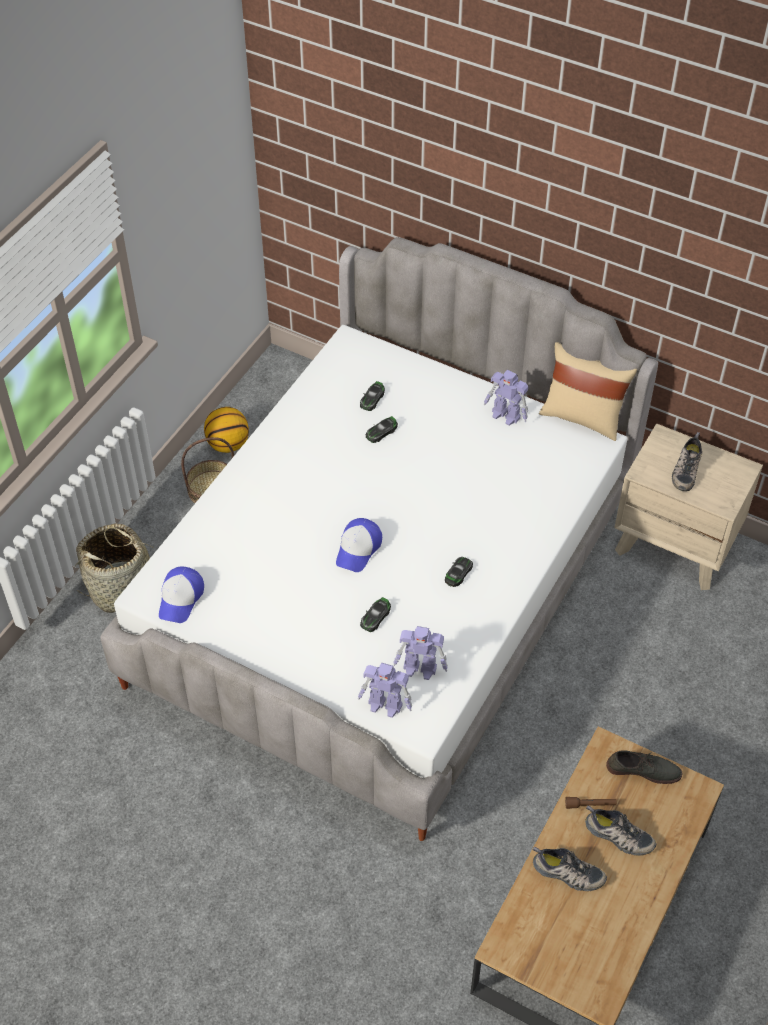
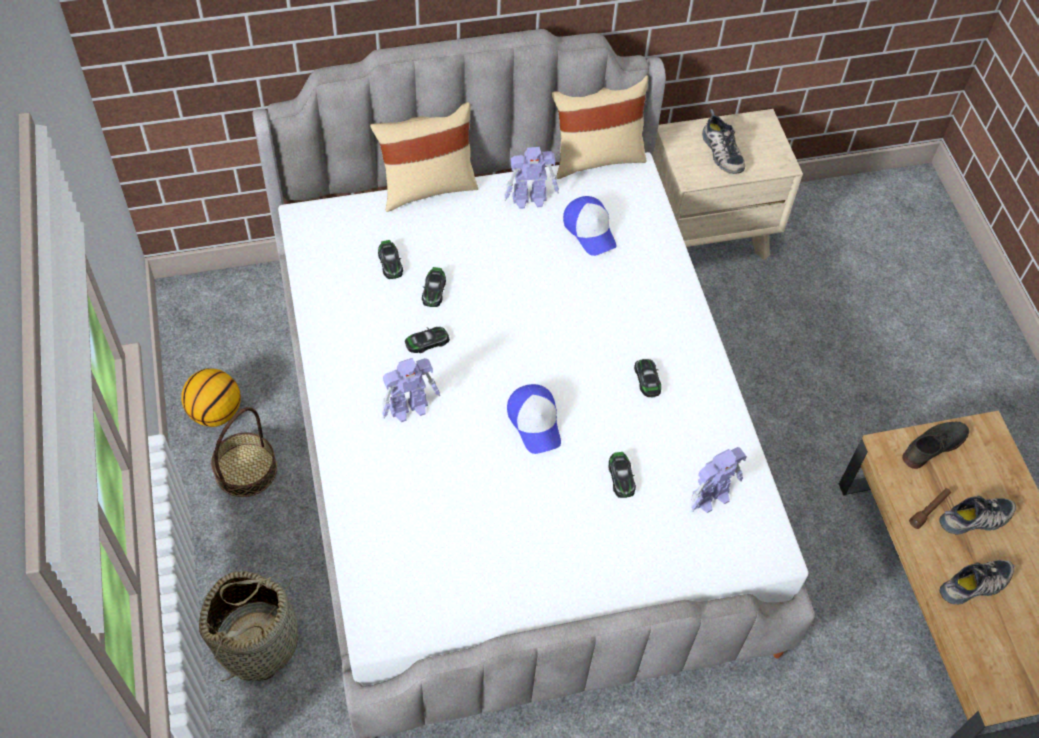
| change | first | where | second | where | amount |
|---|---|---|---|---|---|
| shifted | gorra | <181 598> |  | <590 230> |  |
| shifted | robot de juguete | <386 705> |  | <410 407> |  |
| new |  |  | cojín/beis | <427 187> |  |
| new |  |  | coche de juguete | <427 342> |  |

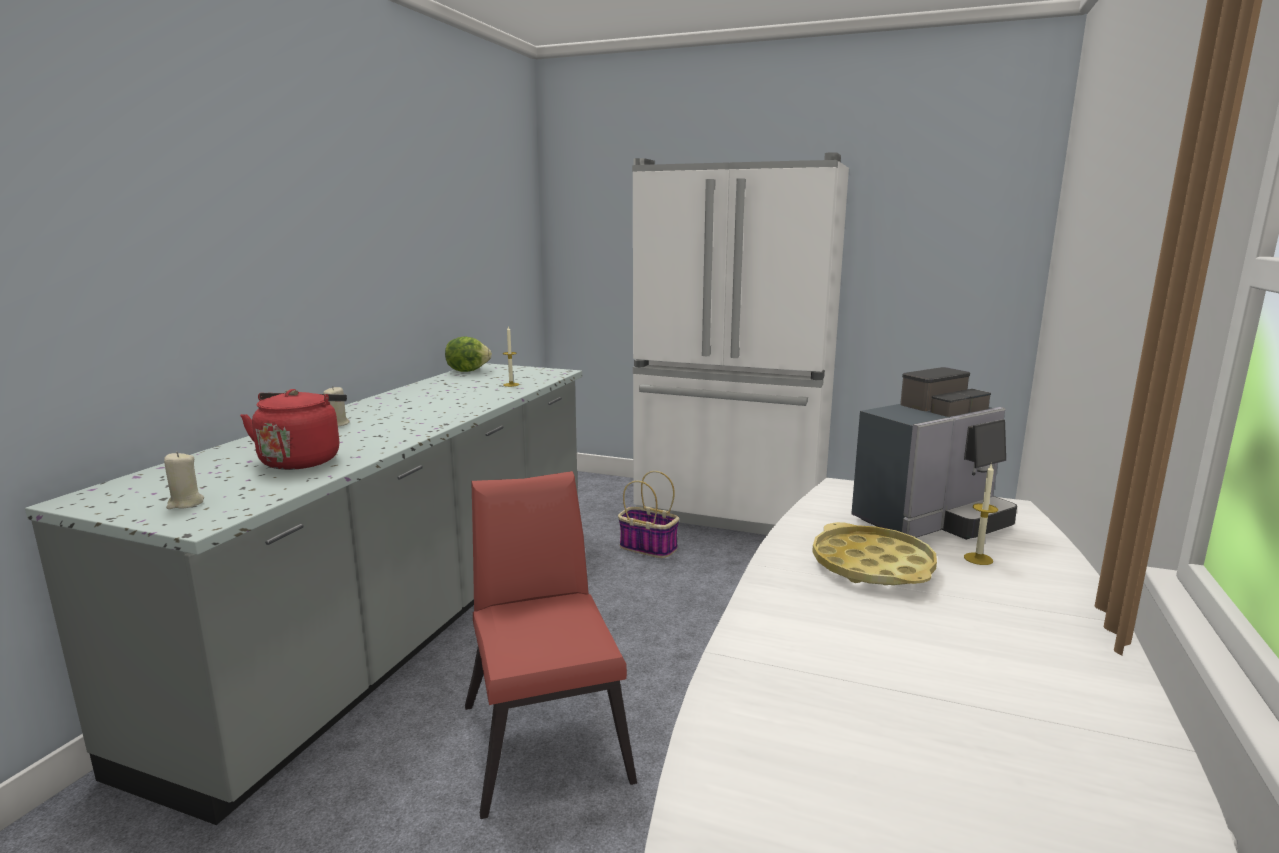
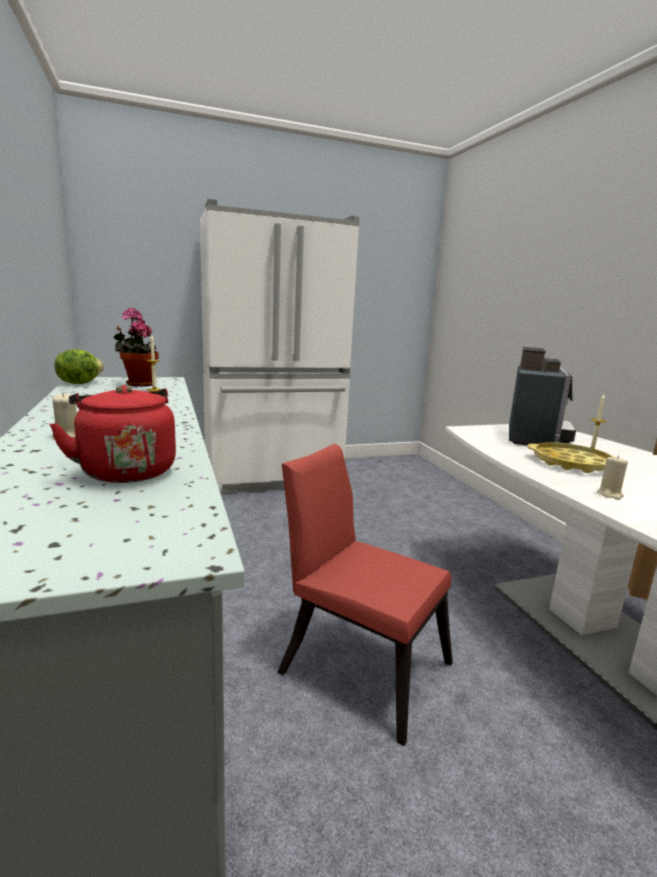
| change | first | where | second | where | amount |
|---|---|---|---|---|---|
| shifted | vela/beis | <185 503> |  | <610 494> |  |
| gone | cesta | <647 547> |  |  |  |
| new |  |  | planta en maceta | <138 384> |  |

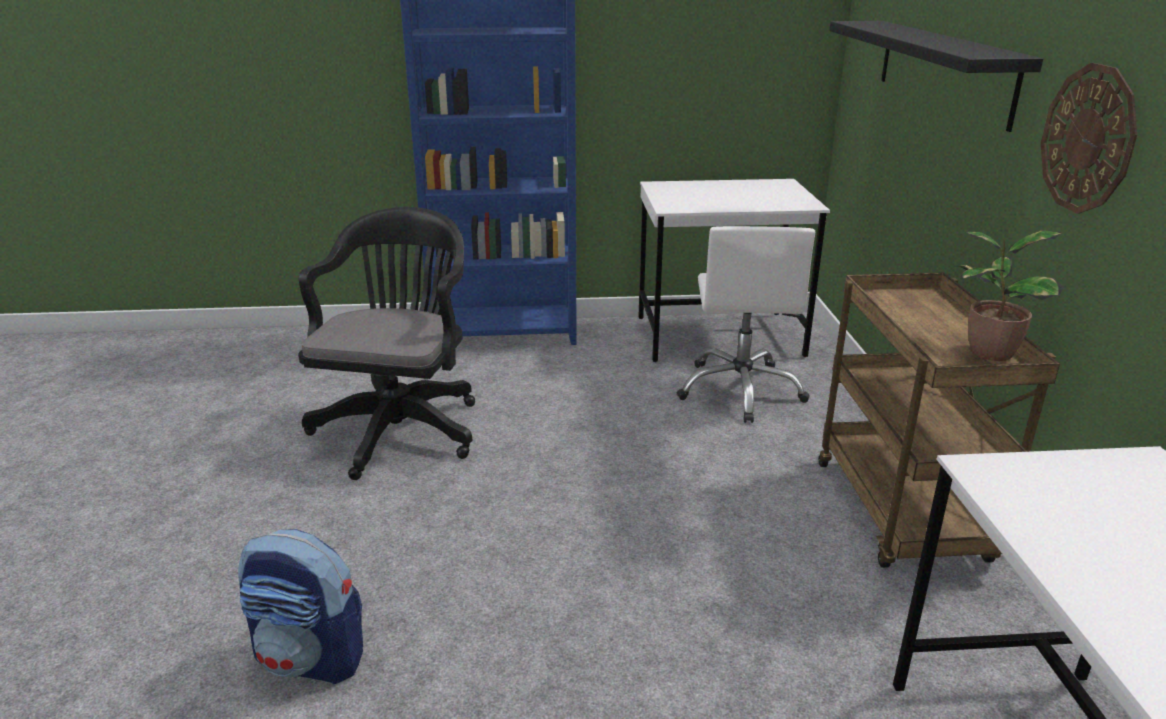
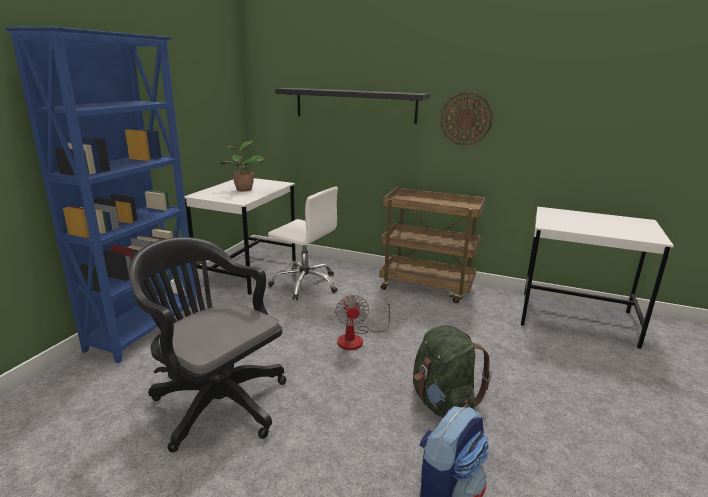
| change | first | where | second | where | amount |
|---|---|---|---|---|---|
| shifted | planta en maceta | <987 352> |  | <243 189> |  |
| new |  |  | ventilador | <357 338> |  |
| new |  |  | mochila/verde | <443 403> |  |

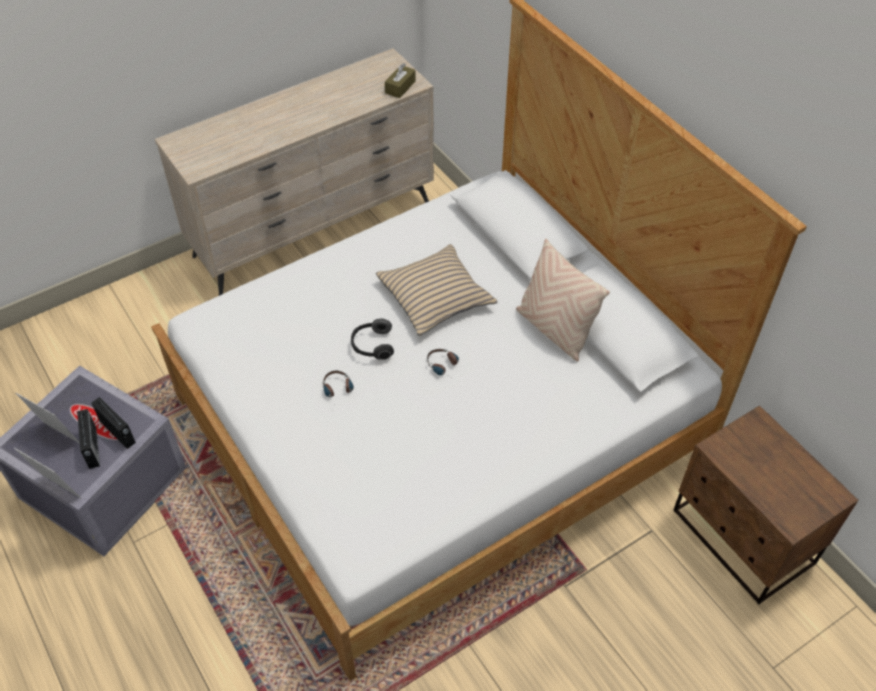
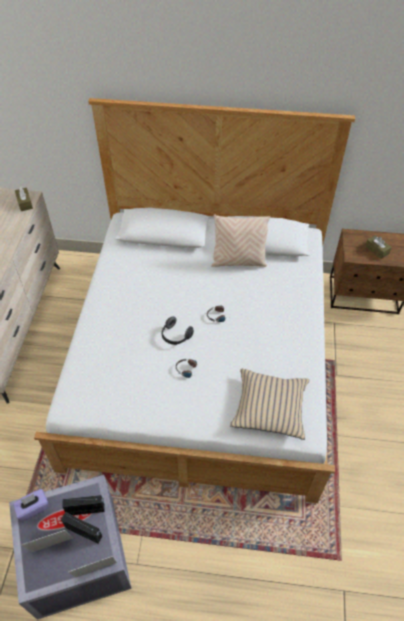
| change | first | where | second | where | amount |
|---|---|---|---|---|---|
| shifted | cojín/beis | <435 297> |  | <270 407> |  |
| new |  |  | caja de pañuelos/morado | <33 508> |  |
| new |  |  | caja de pañuelos/marrón | <377 250> |  |

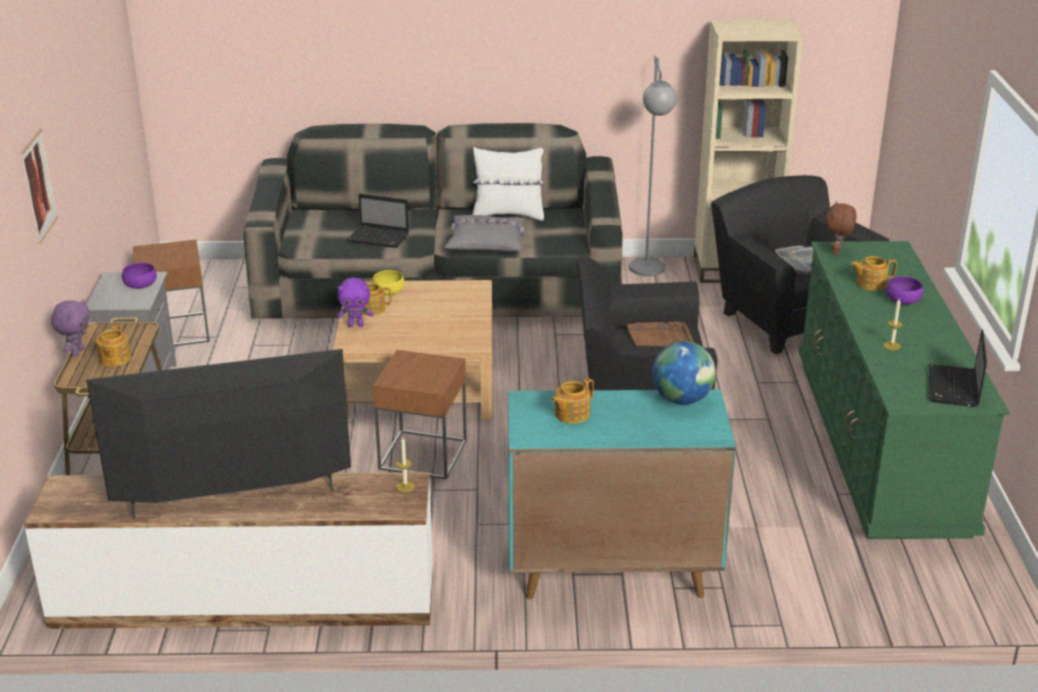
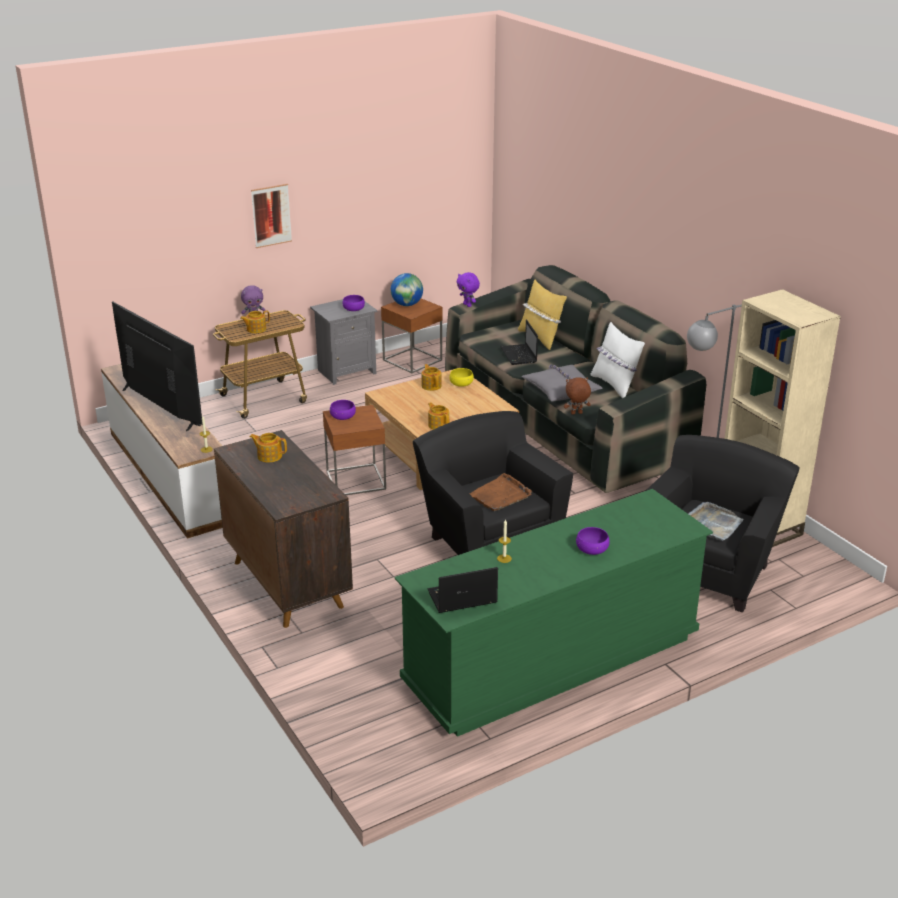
| change | first | where | second | where | amount |
|---|---|---|---|---|---|
| shifted | peluche/morado | <356 325> |  | <468 305> |  |
| repainted | armario/turquesa | <610 570> | armario/marrón | <287 583> |  |
| shifted | globo terráqueo | <682 399> |  | <407 305> |  |
| shifted | peluche/marrón | <837 252> |  | <576 413> |  |
| shifted | tetera | <870 284> |  | <438 425> |  |
| new |  |  | cuenco/morado | <342 416> |  |
| new |  |  | cojín/amarillo | <540 338> |  |

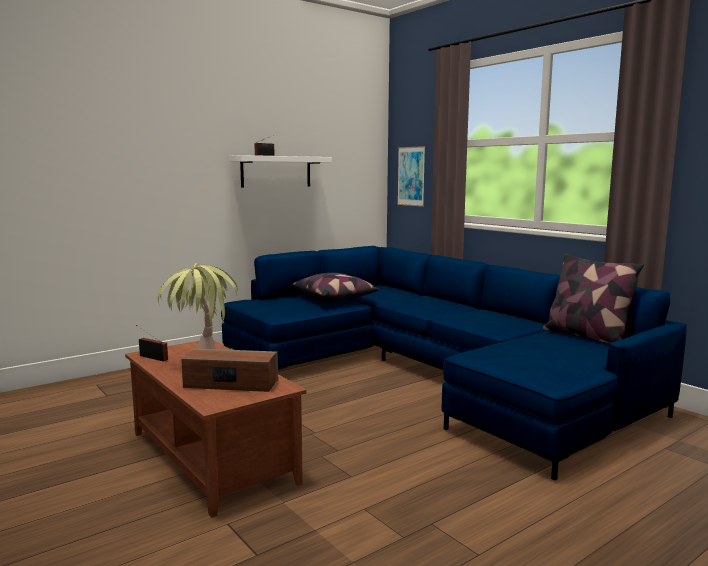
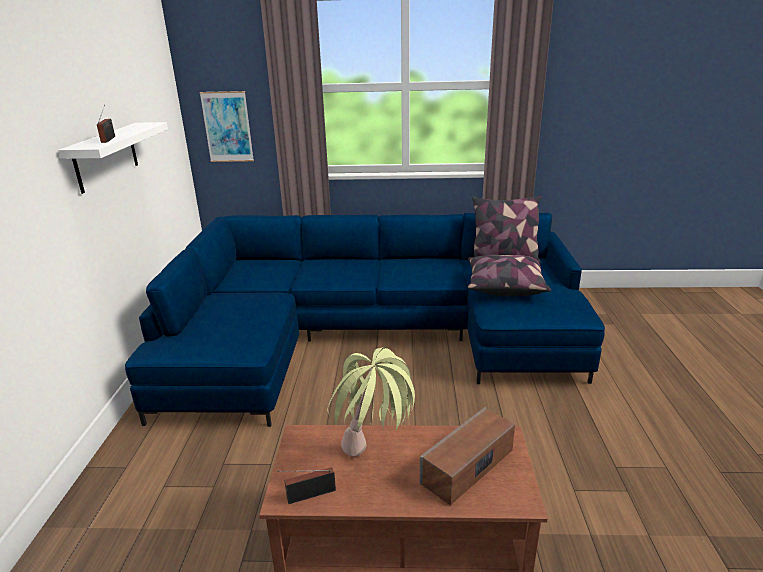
| change | first | where | second | where | amount |
|---|---|---|---|---|---|
| shifted | cojín | <335 299> |  | <504 286> |  |

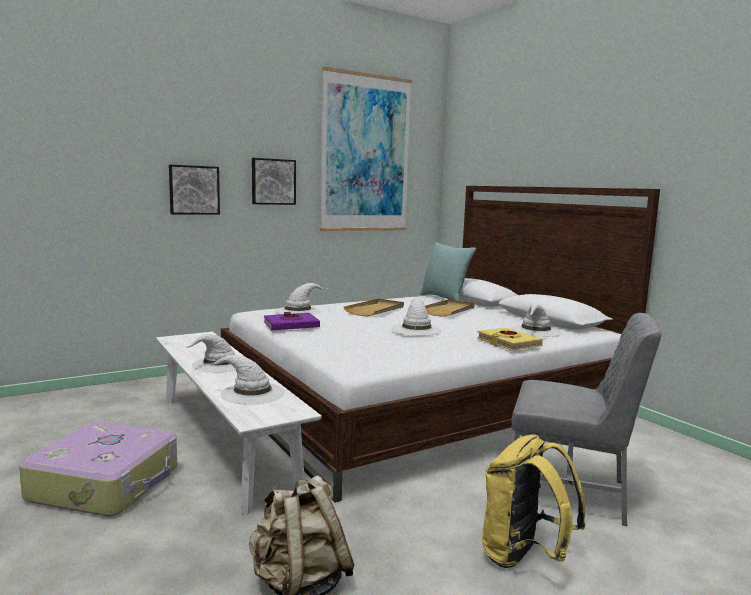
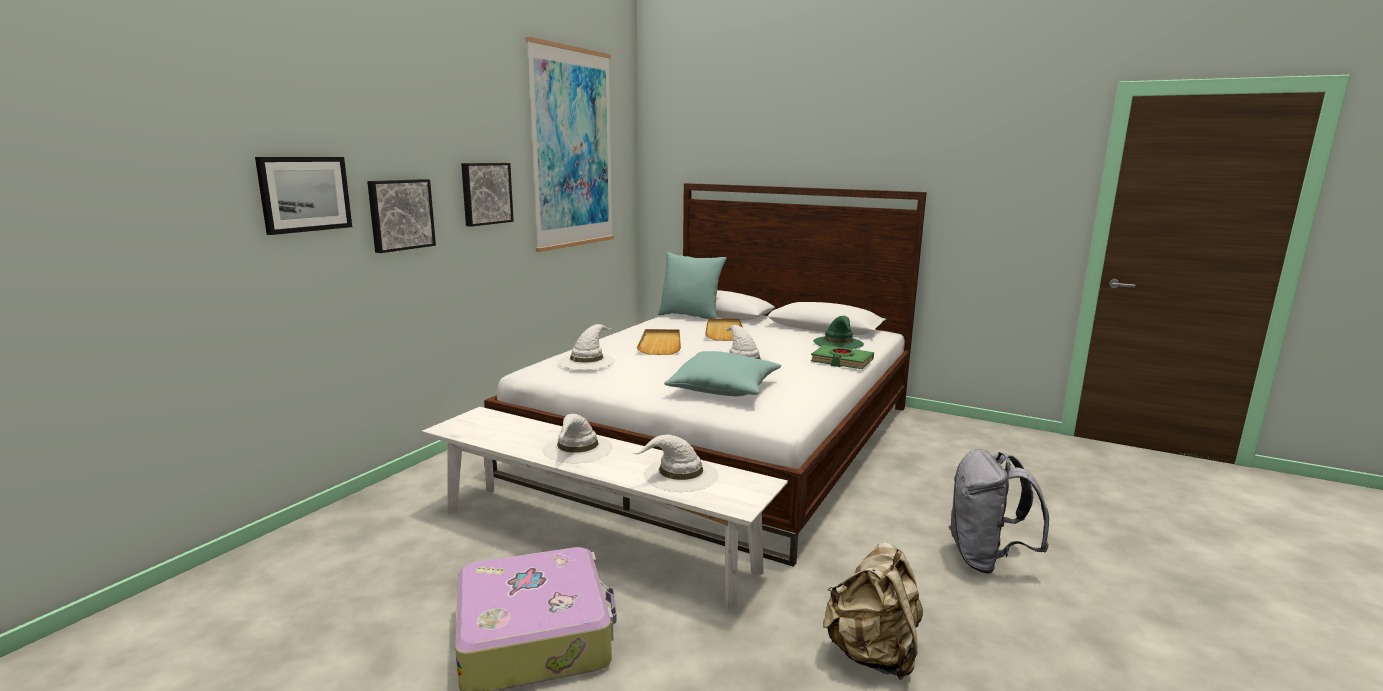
| change | first | where | second | where | amount |
|---|---|---|---|---|---|
| gone | libro/morado | <291 326> |  |  |  |
| repainted | libro/amarillo | <508 343> | libro/verde | <841 361> |  |
| repainted | mochila/amarillo | <523 557> | mochila/gris | <986 559> |  |
| repainted | sombrero/blanco | <535 331> | sombrero/verde | <838 343> |  |
| gone | silla/gris | <570 492> |  |  |  |
| new |  |  | cuadro | <304 194> |  |
| new |  |  | cojín/turquesa | <724 389> |  |

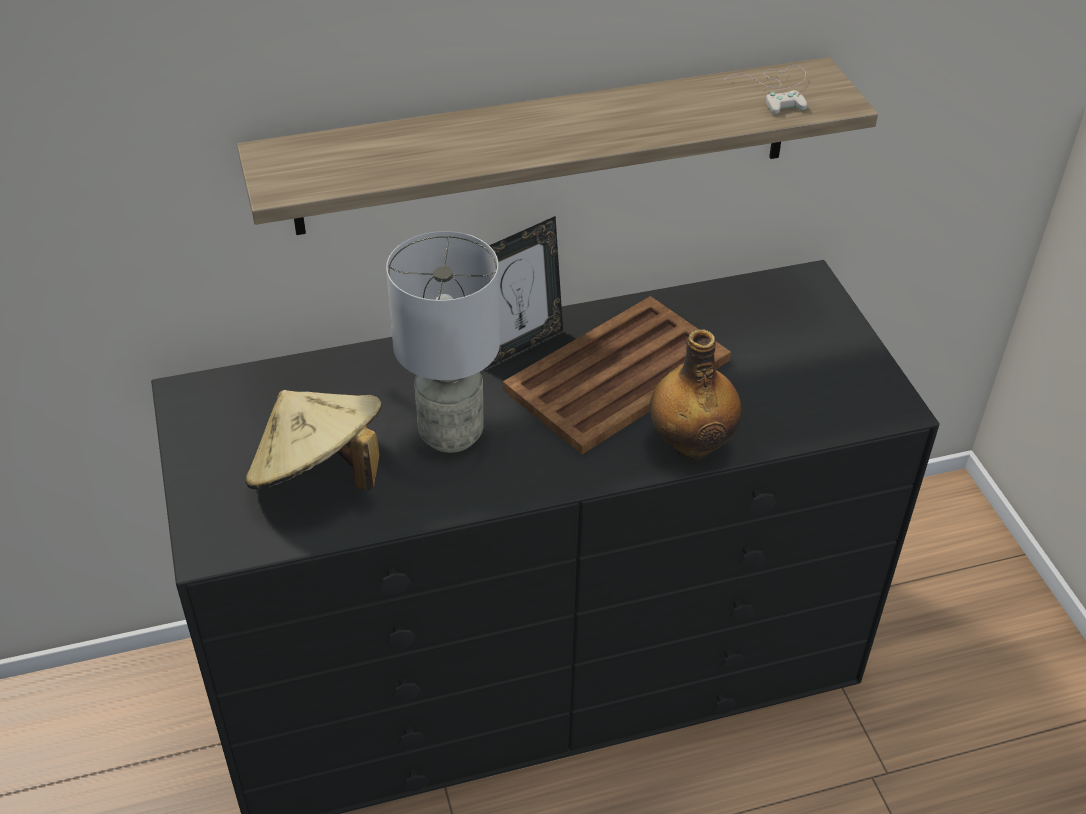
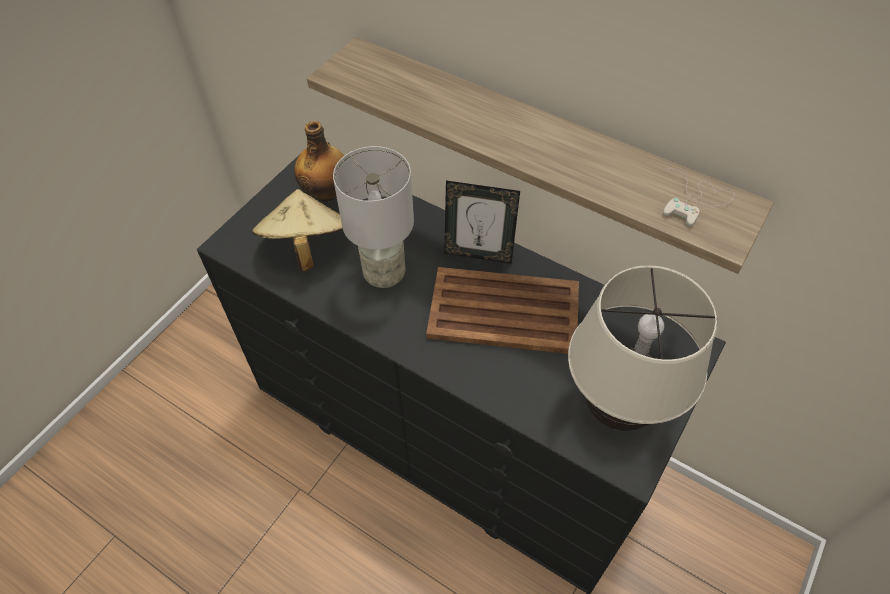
| change | first | where | second | where | amount |
|---|---|---|---|---|---|
| shifted | botella | <691 444> |  | <327 192> |  |
| new |  |  | lámpara de mesa/beis | <617 410> |  |

